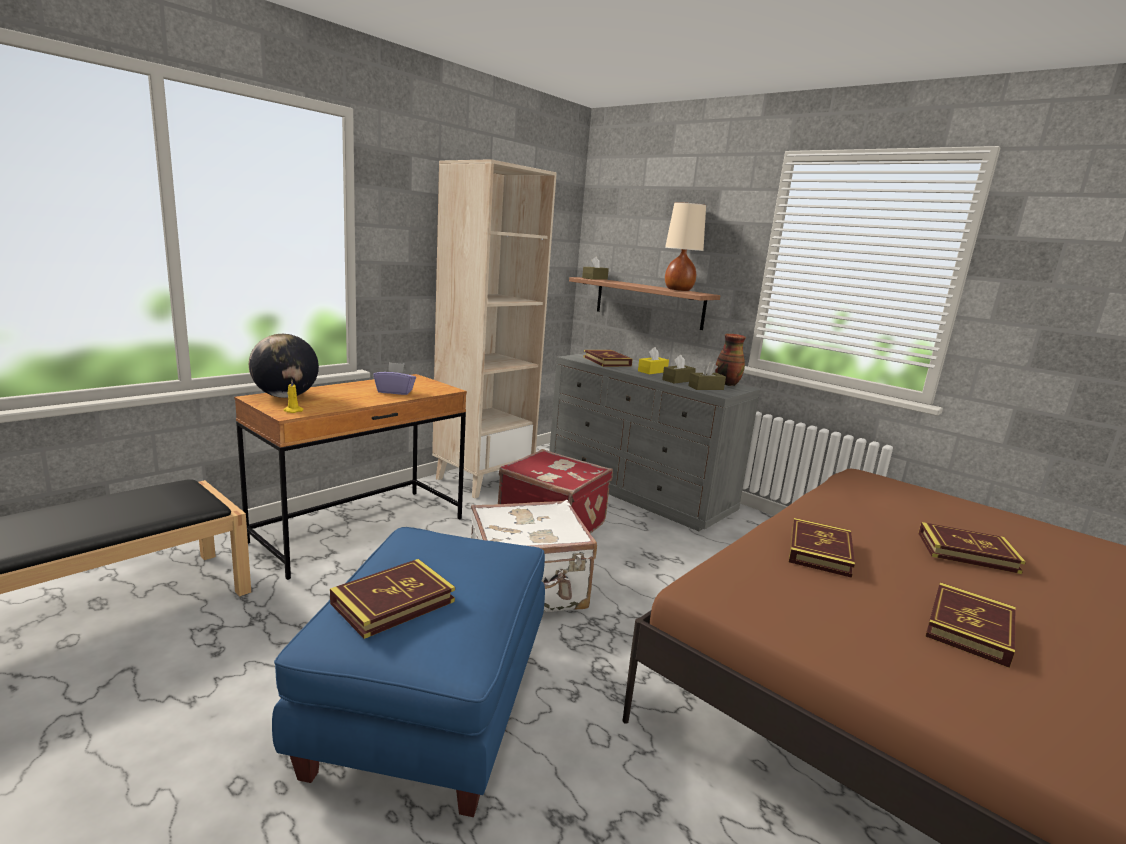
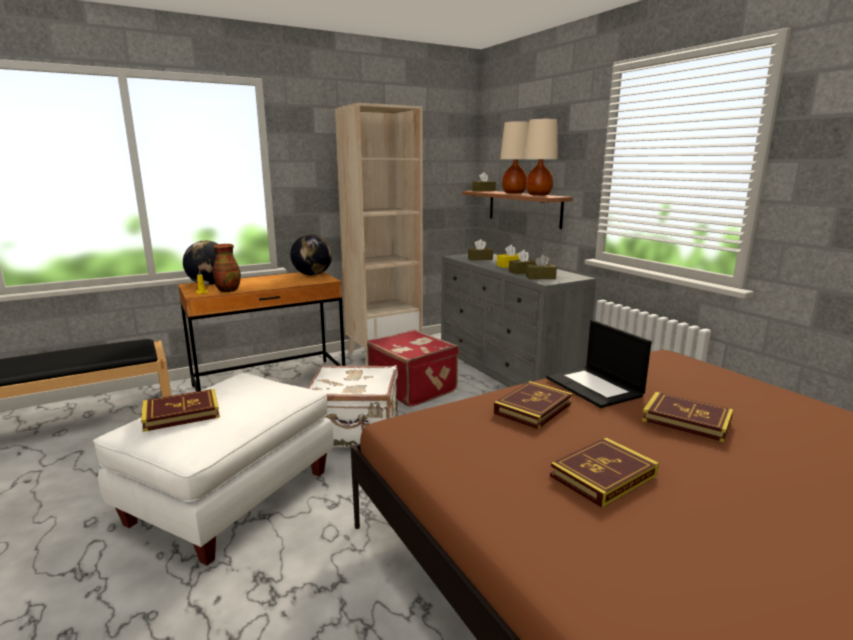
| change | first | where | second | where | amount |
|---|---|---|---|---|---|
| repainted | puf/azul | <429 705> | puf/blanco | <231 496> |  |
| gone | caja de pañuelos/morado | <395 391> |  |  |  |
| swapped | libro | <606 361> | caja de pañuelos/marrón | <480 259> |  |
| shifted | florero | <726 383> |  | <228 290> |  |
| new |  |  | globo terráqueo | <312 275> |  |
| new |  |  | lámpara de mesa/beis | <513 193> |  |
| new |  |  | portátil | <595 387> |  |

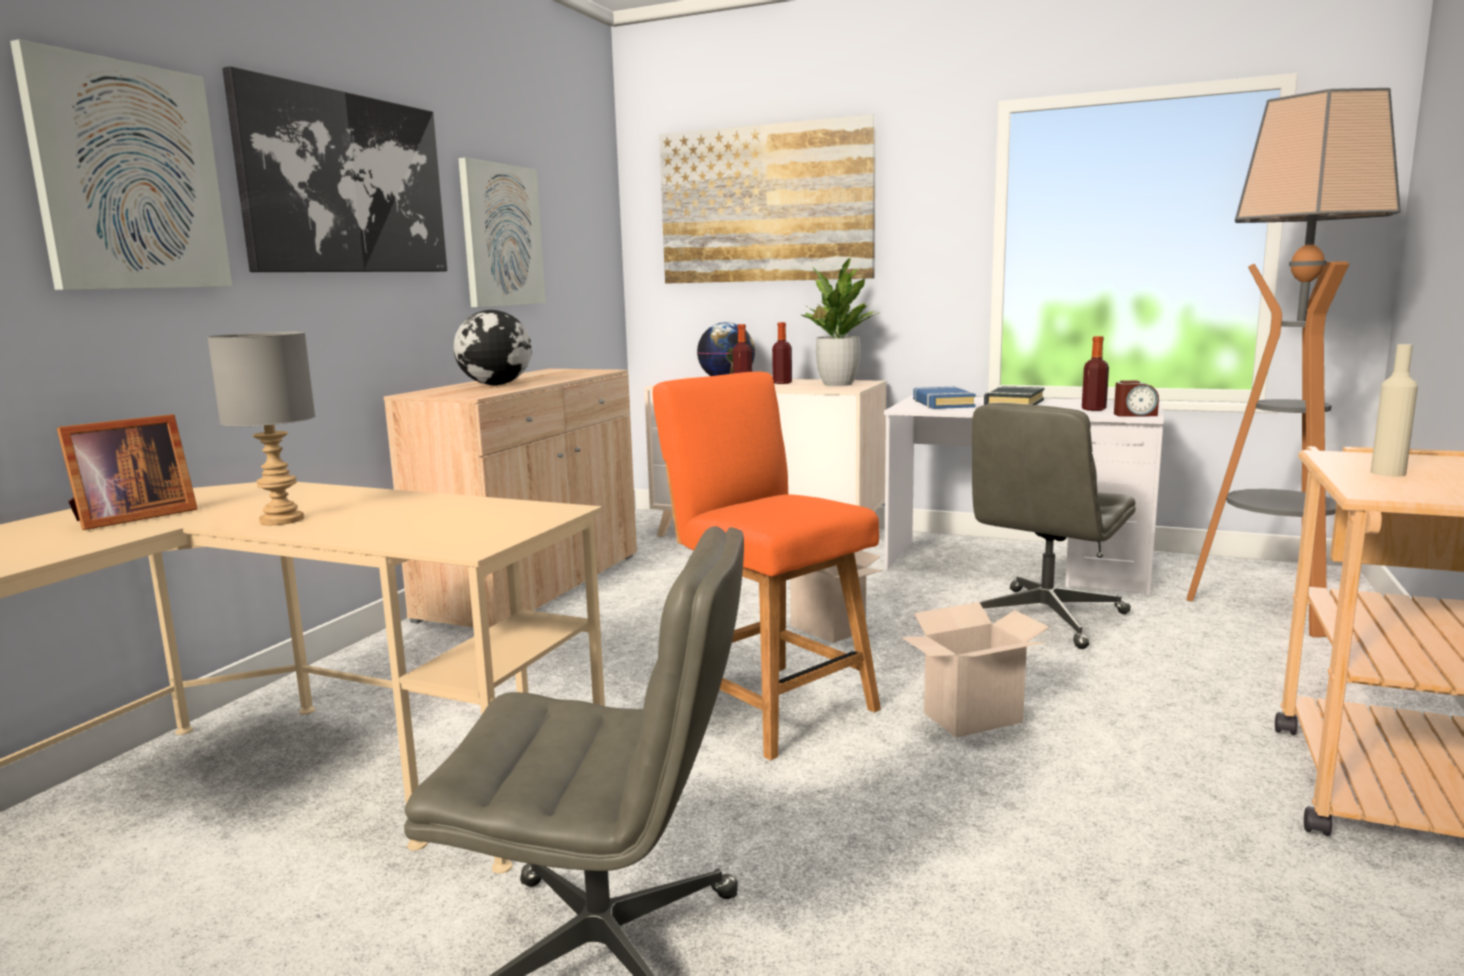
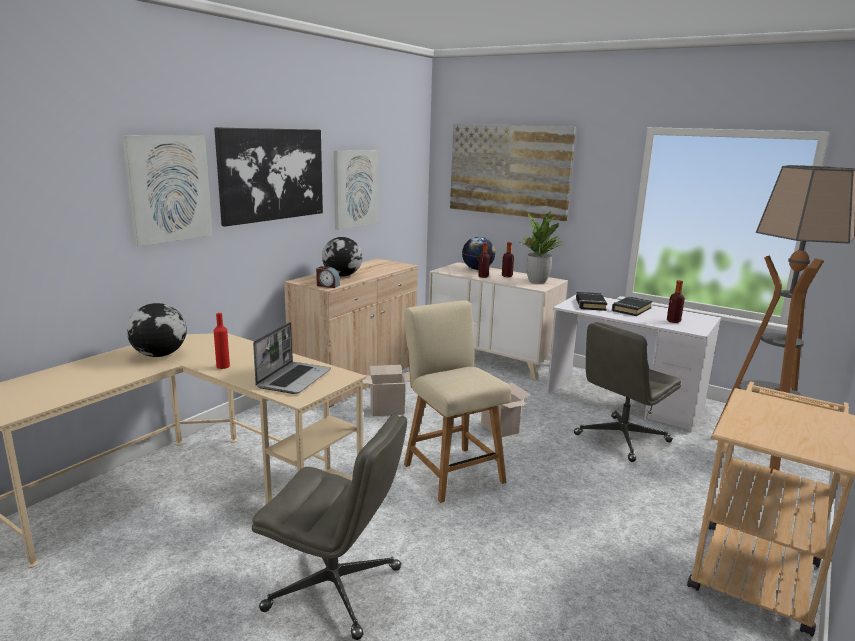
| change | first | where | second | where | amount |
|---|---|---|---|---|---|
| swapped | portarretratos | <130 518> | globo terráqueo | <160 355> |  |
| swapped | lámpara de mesa/gris | <282 520> | botella/rojo | <223 366> |  |
| repainted | silla/naranja | <768 705> | silla/beis | <451 471> |  |
| shifted | caja de cartón | <972 719> |  | <386 410> |  |
| repainted | libro/azul | <942 404> | libro/negro | <590 304> |  |
| shifted | despertador | <1134 415> |  | <327 285> |  |
| gone | botella/beis | <1388 473> |  |  |  |
| new |  |  | portátil | <294 379> |  |

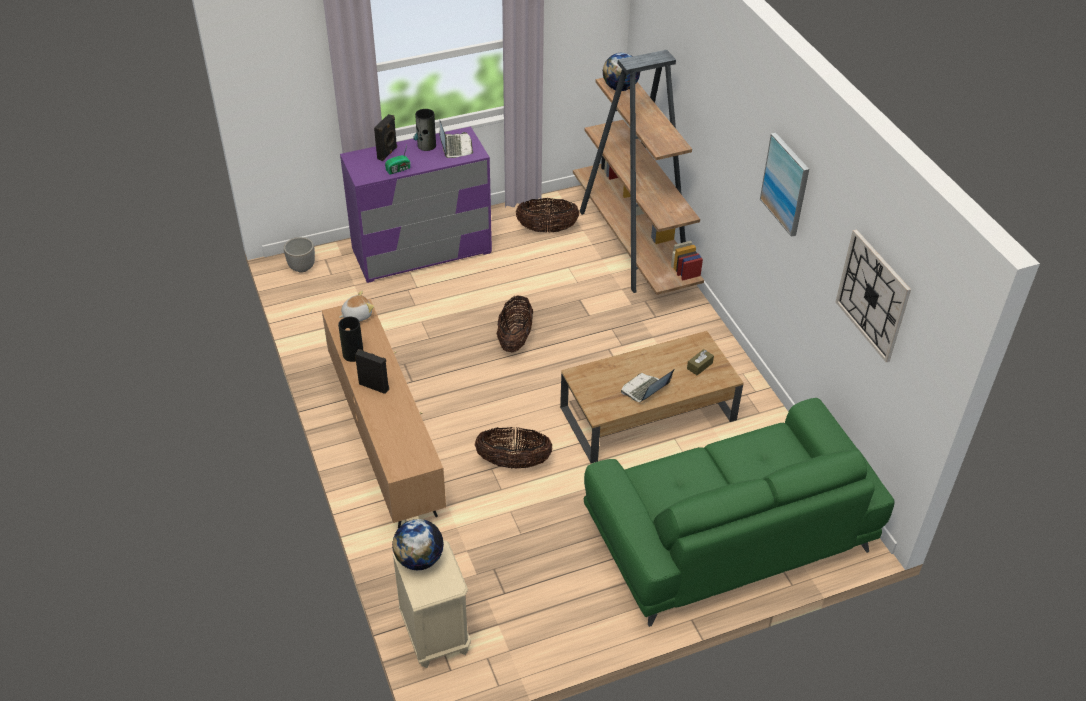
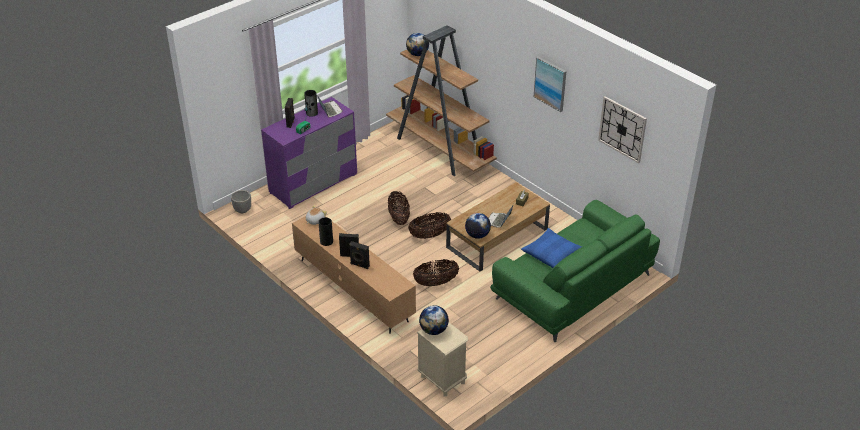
| change | first | where | second | where | amount |
|---|---|---|---|---|---|
| shifted | cesta | <547 229> |  | <429 235> |  |
| new |  |  | altavoz/negro | <359 265> |  |
| new |  |  | globo terráqueo | <477 235> |  |
| new |  |  | cojín/azul | <551 253> |  |

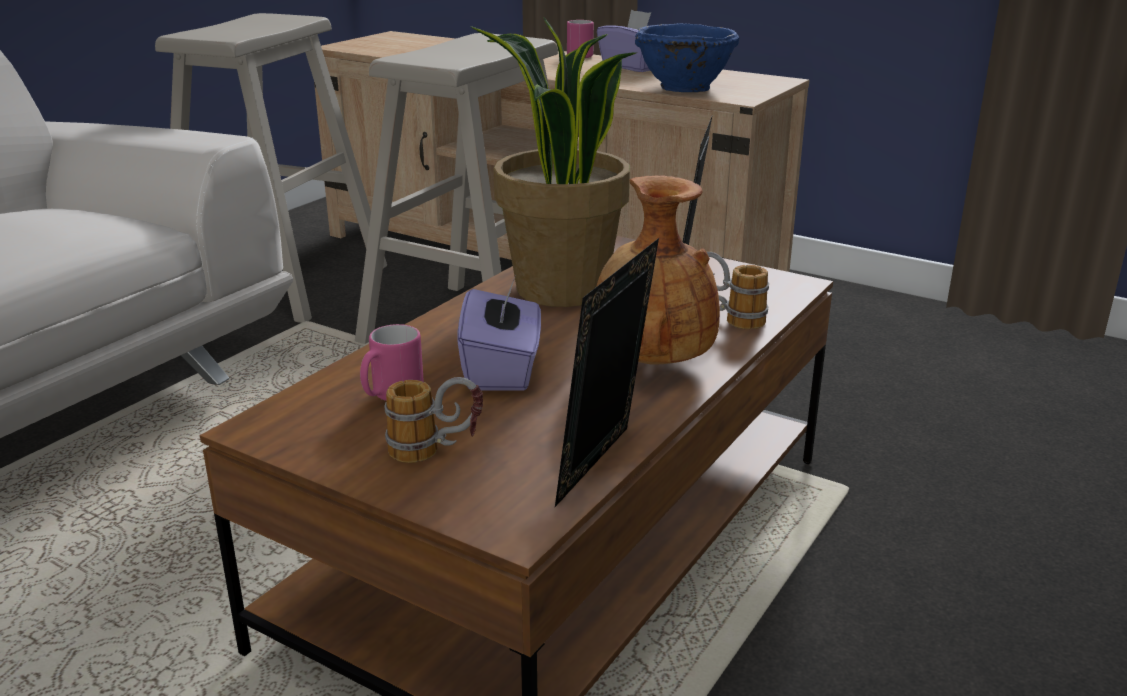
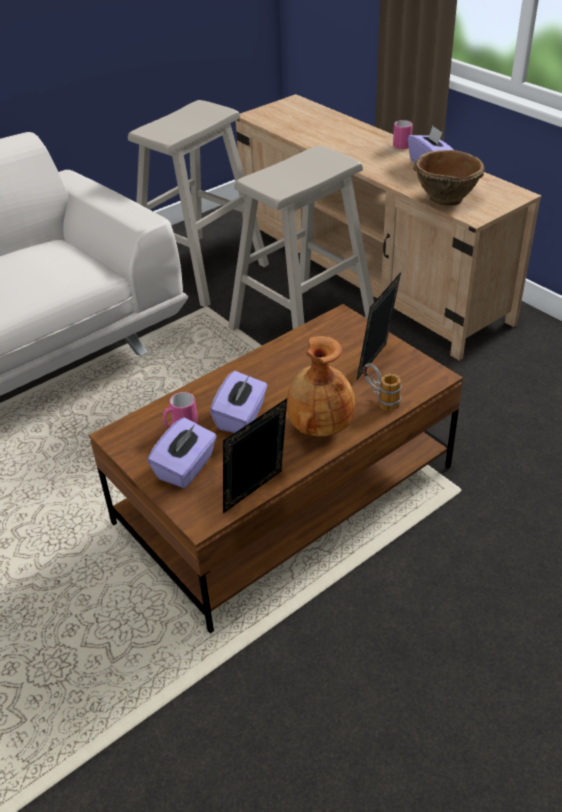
| change | first | where | second | where | amount |
|---|---|---|---|---|---|
| swapped | taza grande | <436 452> | caja de pañuelos/morado | <186 468> |  |
| gone | planta en maceta | <560 290> |  |  |  |
| repainted | cuenco/azul | <683 88> | cuenco/marrón | <445 198> |  |

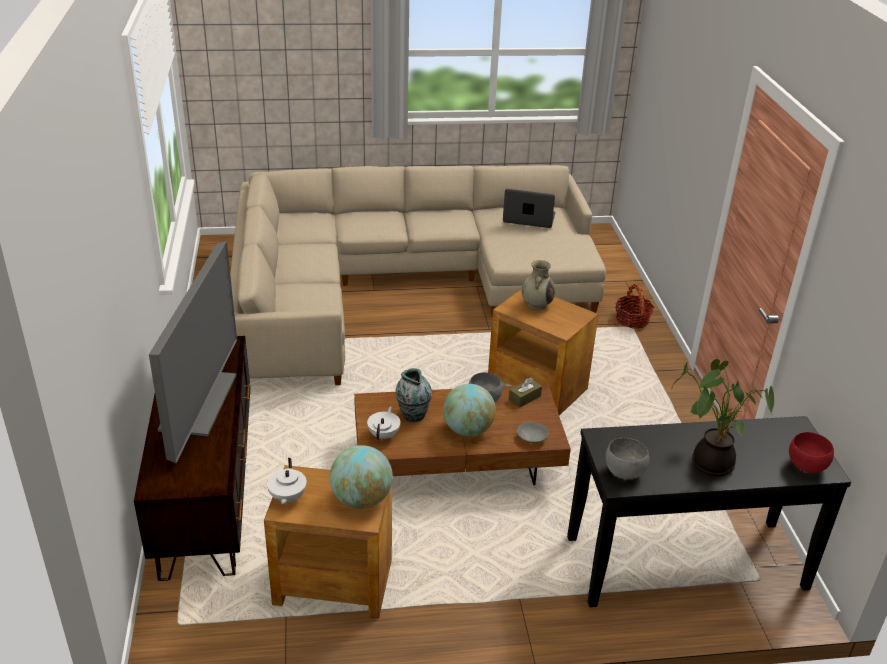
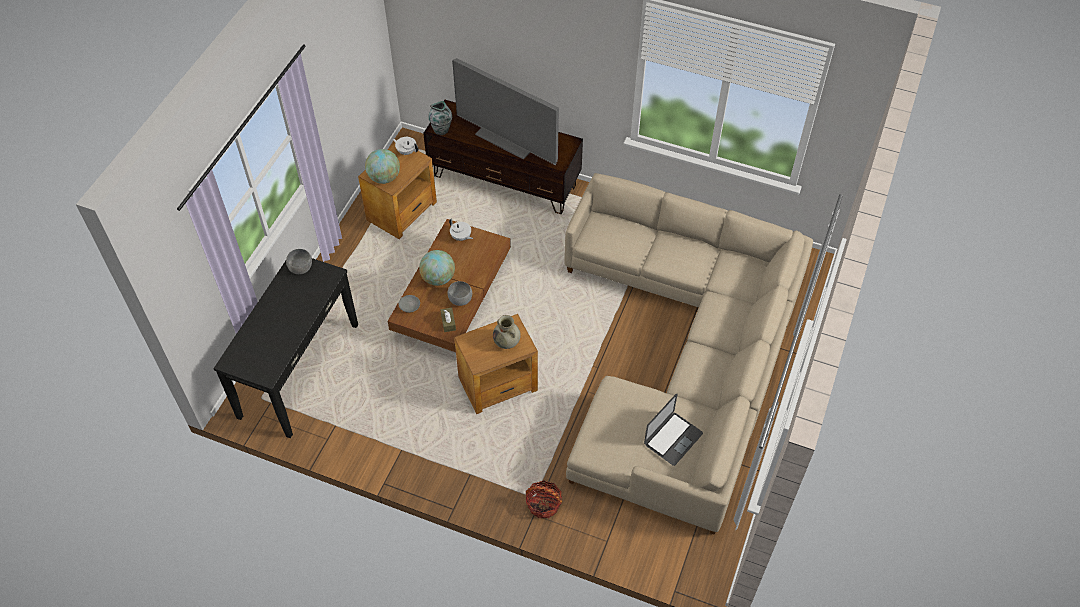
| change | first | where | second | where | amount |
|---|---|---|---|---|---|
| shifted | florero | <413 414> |  | <441 130> |  |
| gone | planta en maceta | <710 461> |  |  |  |
| gone | cuenco/rojo | <806 467> |  |  |  |

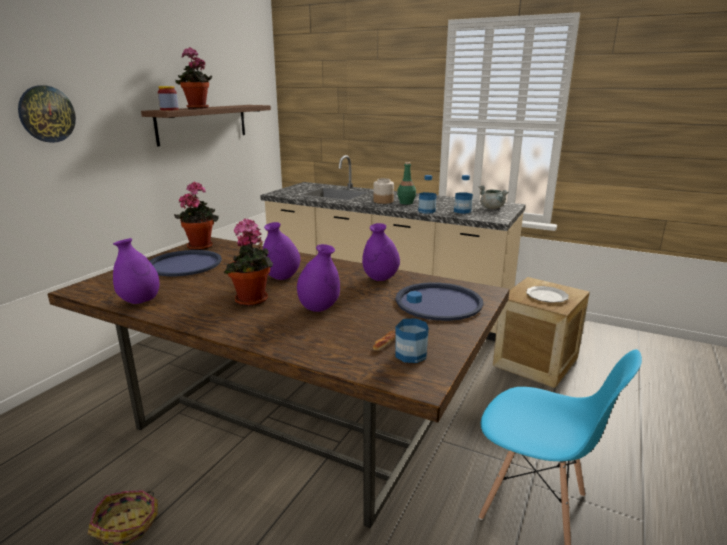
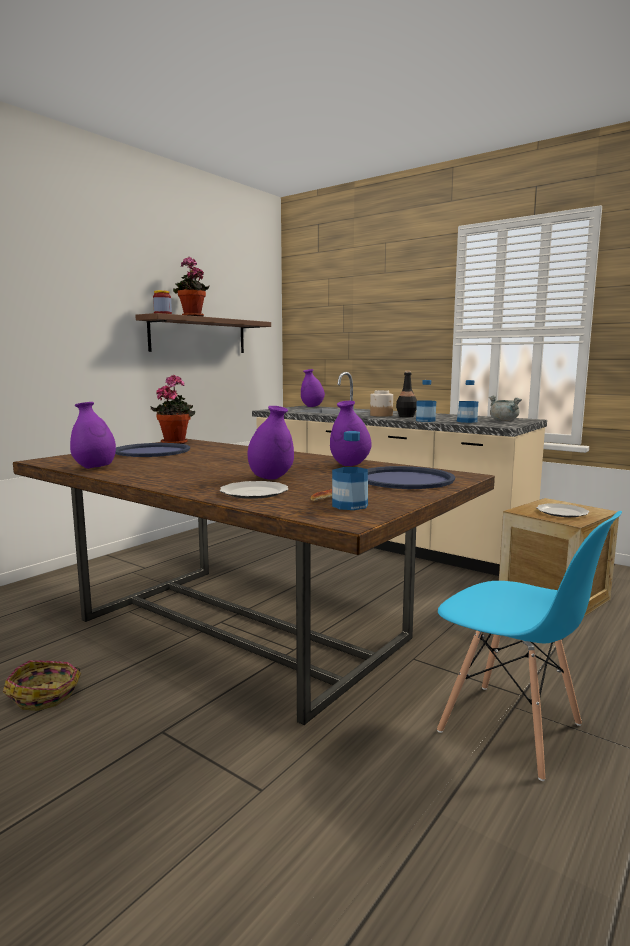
| change | first | where | second | where | amount |
|---|---|---|---|---|---|
| gone | reloj de pared | <46 114> |  |  |  |
| gone | planta en maceta | <253 301> |  |  |  |
| shifted | florero/morado | <282 278> |  | <312 406> |  |
| repainted | botella/verde | <406 203> | botella/negro | <406 416> |  |
| new |  |  | plato | <254 493> |  |

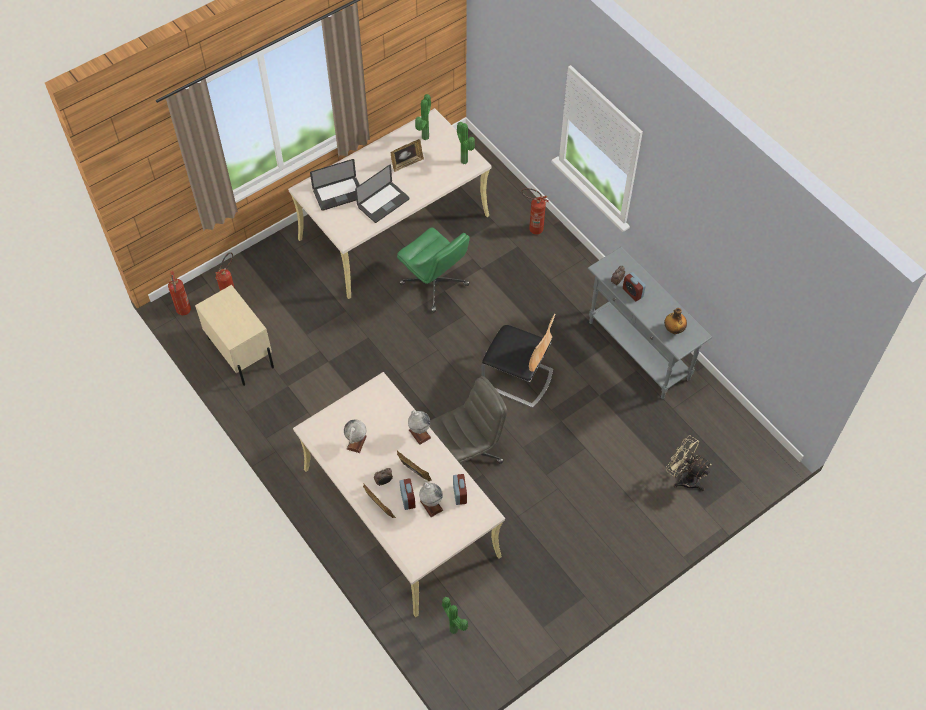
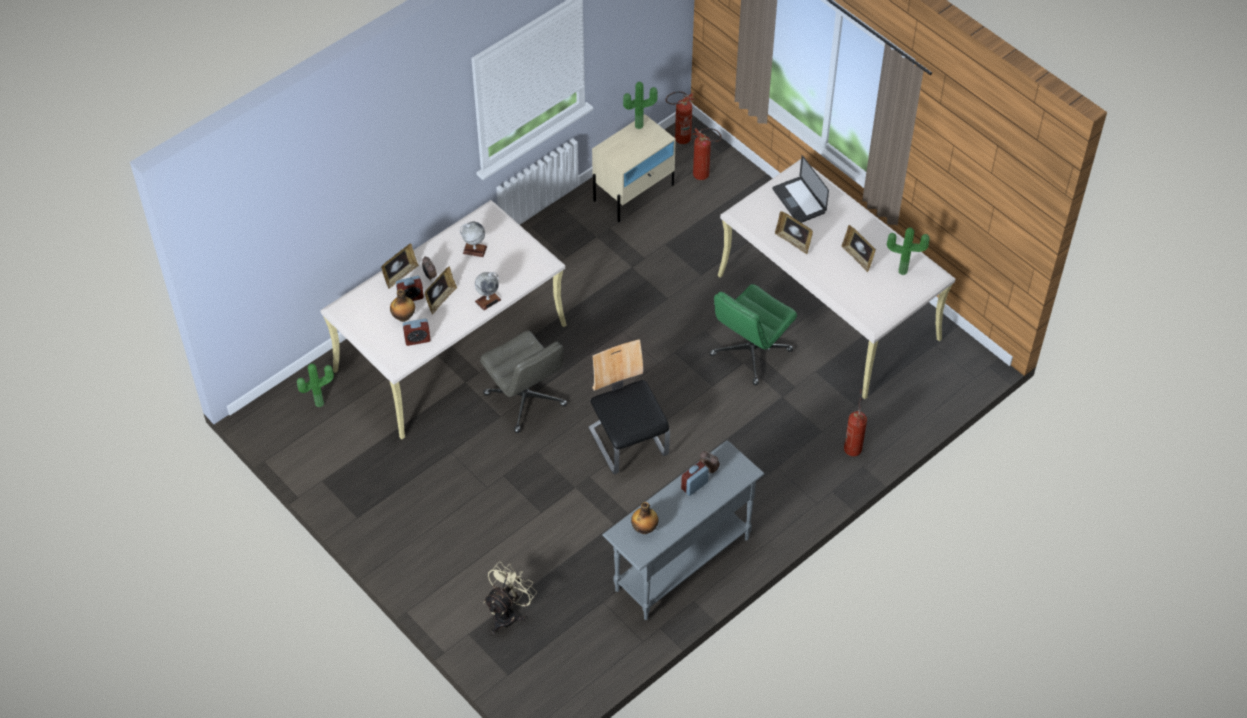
| change | first | where | second | where | amount |
|---|---|---|---|---|---|
| swapped | portátil | <383 203> | portarretratos | <793 241> |  |
| swapped | globo terráqueo | <431 505> | botella | <404 317> |  |
| shifted | planta en maceta | <465 160> |  | <640 127> |  |
| rotated | silla | <518 378> |  | <628 442> | 135 degrees clockwise |

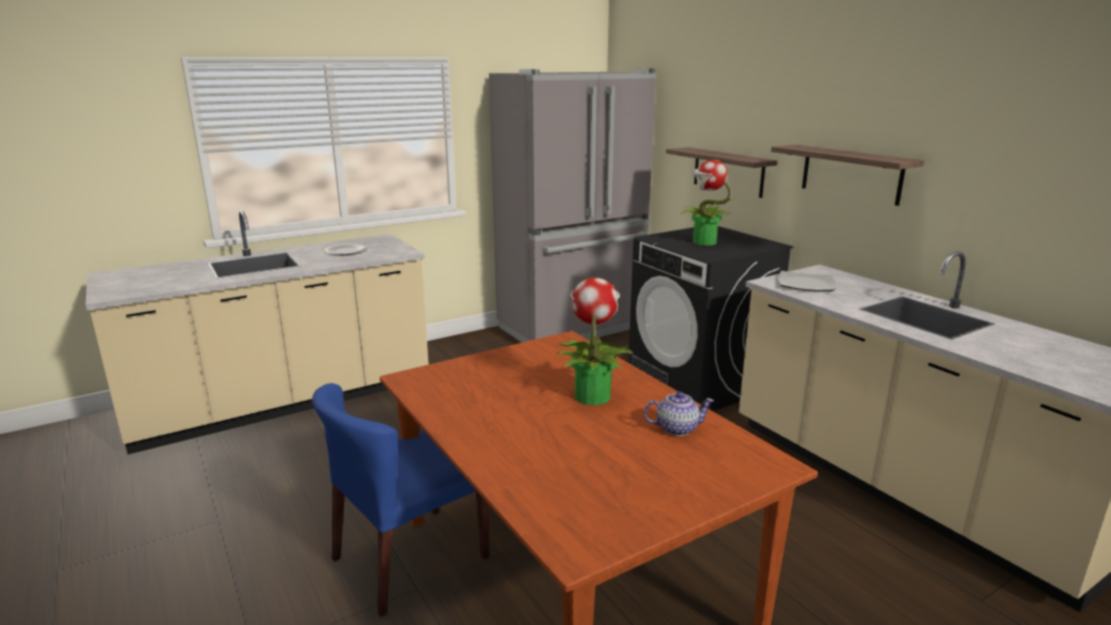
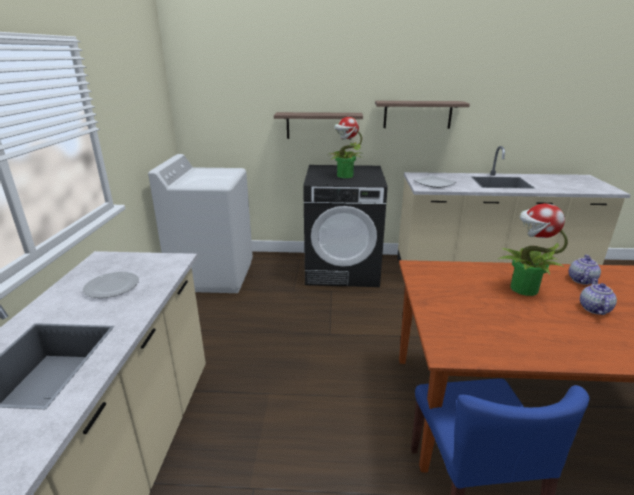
| change | first | where | second | where | amount |
|---|---|---|---|---|---|
| swapped | nevera/gris | <573 329> | lavadora/blanco | <213 275> |  |
| new |  |  | tetera | <594 309> |  |

